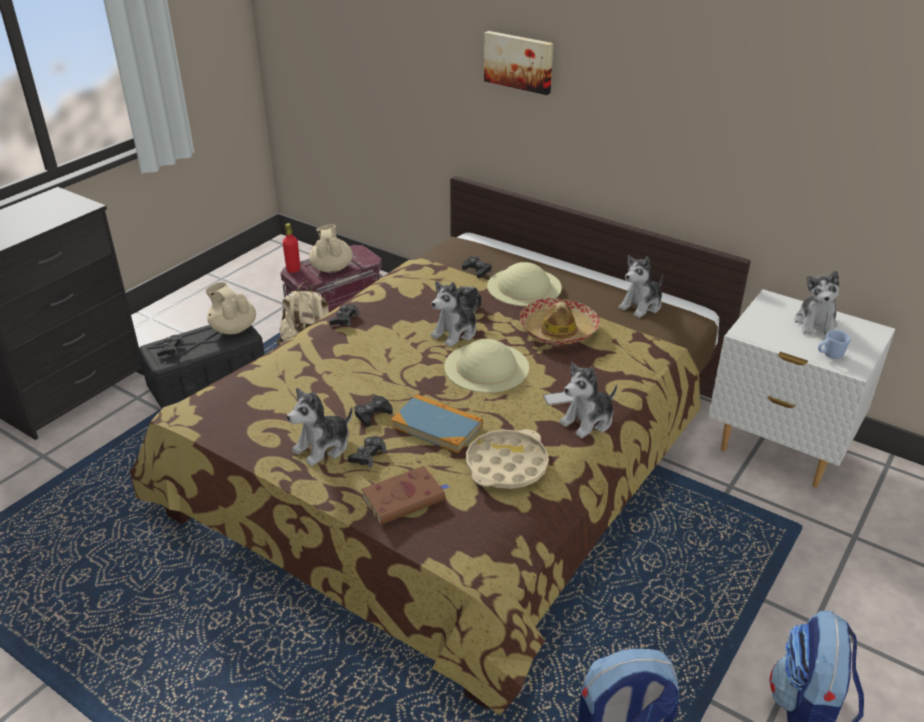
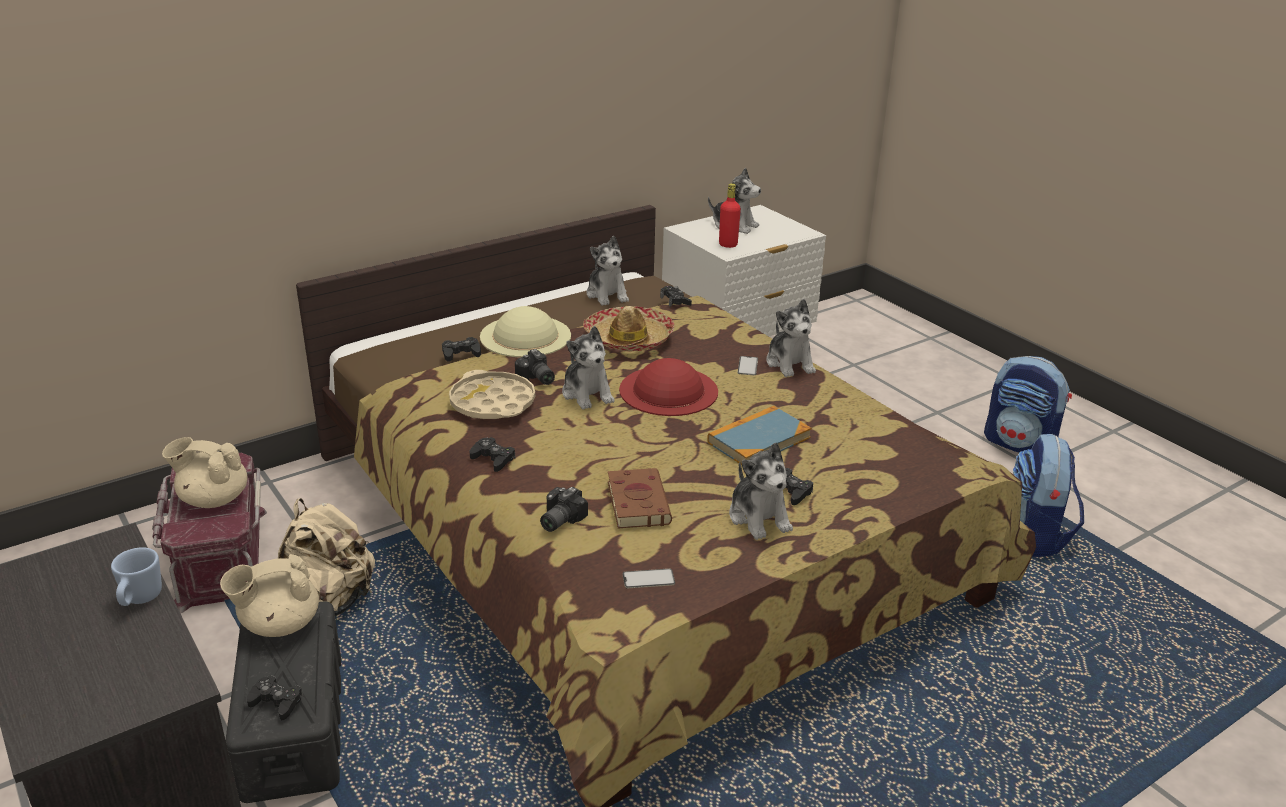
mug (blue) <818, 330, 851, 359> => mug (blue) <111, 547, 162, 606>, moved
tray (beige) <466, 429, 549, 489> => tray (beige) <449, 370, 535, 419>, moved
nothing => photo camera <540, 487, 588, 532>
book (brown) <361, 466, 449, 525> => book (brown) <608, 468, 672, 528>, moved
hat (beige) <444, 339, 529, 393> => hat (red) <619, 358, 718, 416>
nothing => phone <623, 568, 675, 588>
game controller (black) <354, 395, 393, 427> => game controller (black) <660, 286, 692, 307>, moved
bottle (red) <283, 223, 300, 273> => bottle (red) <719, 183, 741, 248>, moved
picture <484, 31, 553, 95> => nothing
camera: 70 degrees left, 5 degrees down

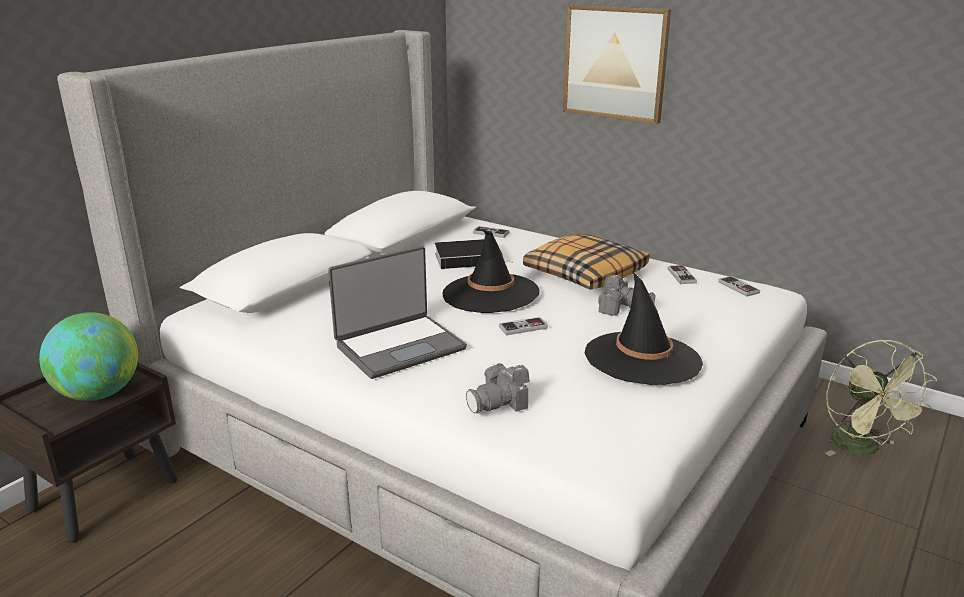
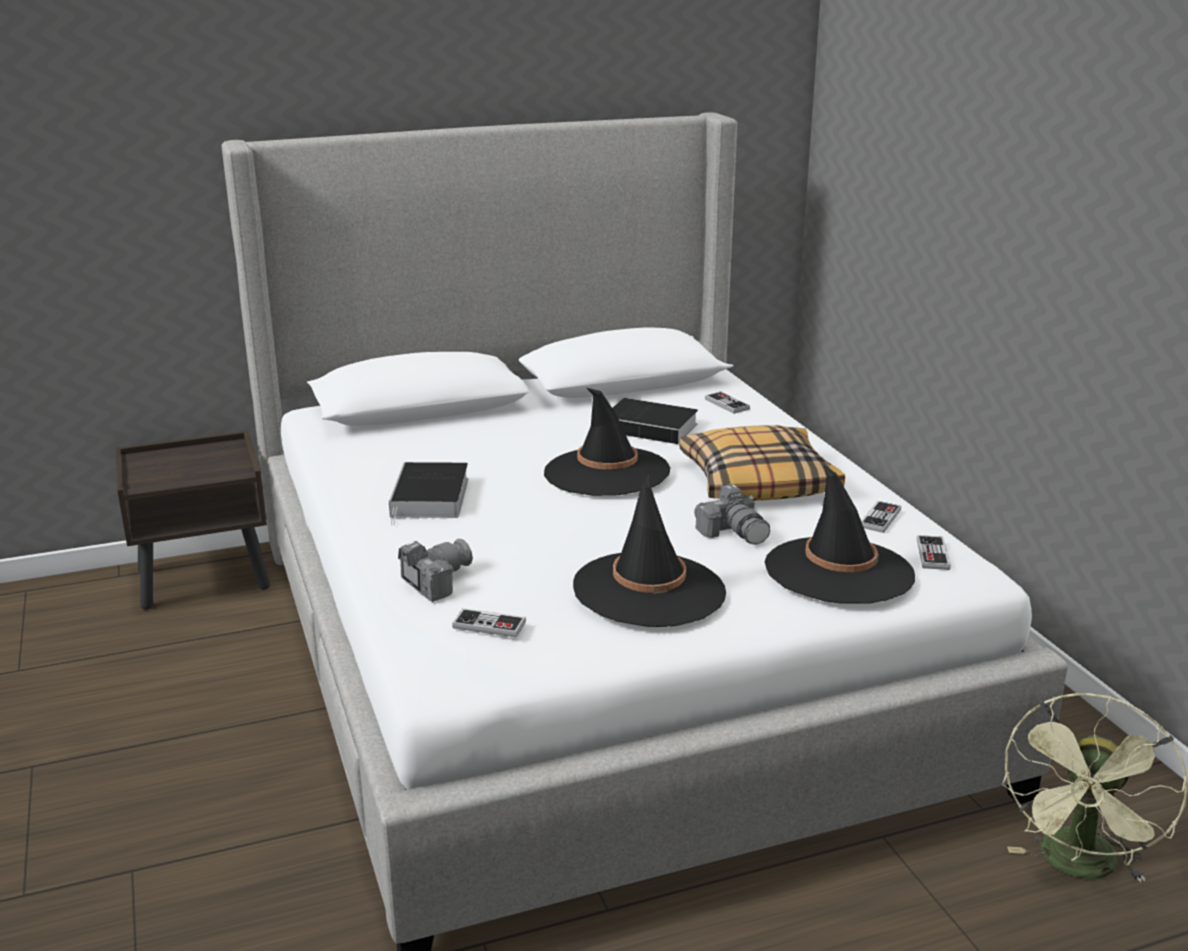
laptop <328, 246, 467, 379> => book <389, 462, 469, 525>
photo camera <466, 363, 530, 414> => photo camera <398, 539, 473, 602>, 135 degrees clockwise
game controller <499, 317, 548, 336> => game controller <452, 608, 526, 638>, moved
nothing => hat (black) <765, 463, 915, 603>
globe <39, 312, 138, 401> => nothing
picture <563, 4, 671, 124> => nothing
camera: 35 degrees right, 0 degrees up

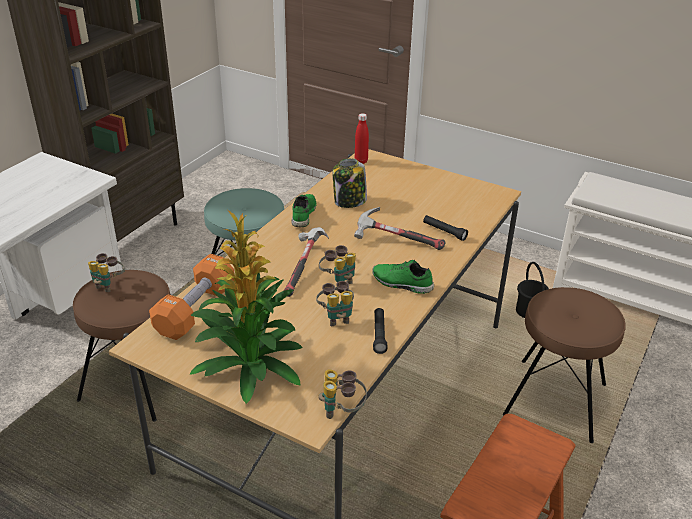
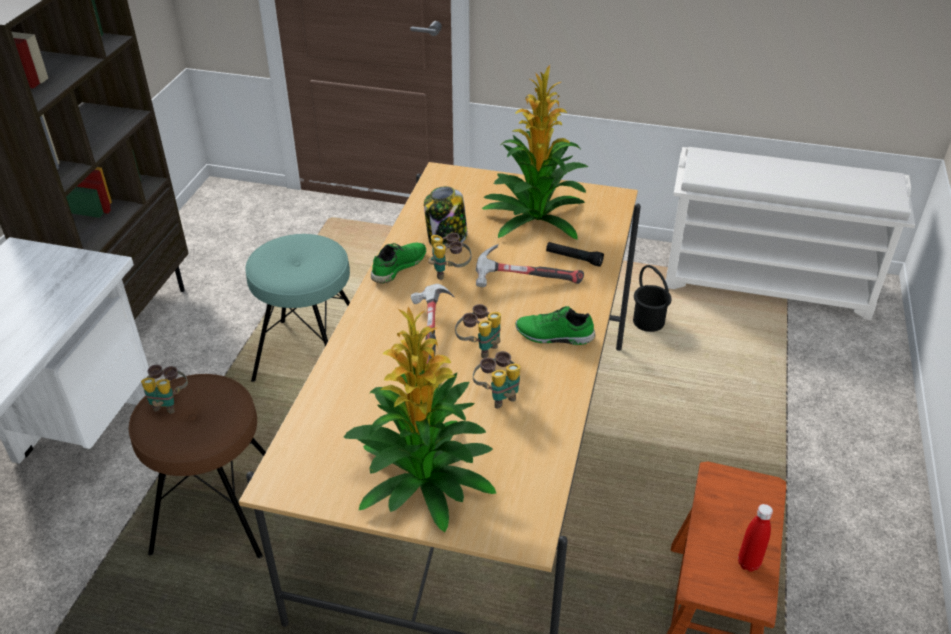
shoe (green) <291, 194, 316, 227> => shoe (green) <371, 243, 426, 284>, 45 degrees clockwise
binoculars <318, 369, 367, 419> => binoculars <428, 233, 471, 280>, moved
nothing => potted plant <482, 65, 588, 240>
bottle (red) <355, 113, 369, 164> => bottle (red) <738, 504, 773, 572>, moved
dumbbell (orange) <149, 254, 234, 340> => nothing
flashlight (black) <373, 308, 388, 354> => nothing
stool (brown) <503, 287, 626, 443> => nothing
camera: 15 degrees left, 5 degrees up

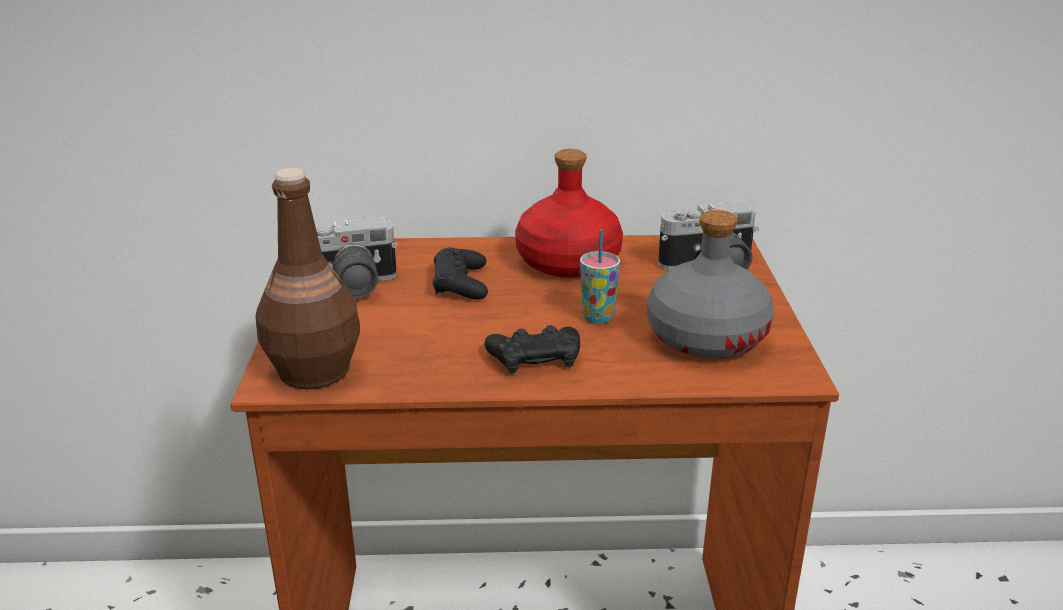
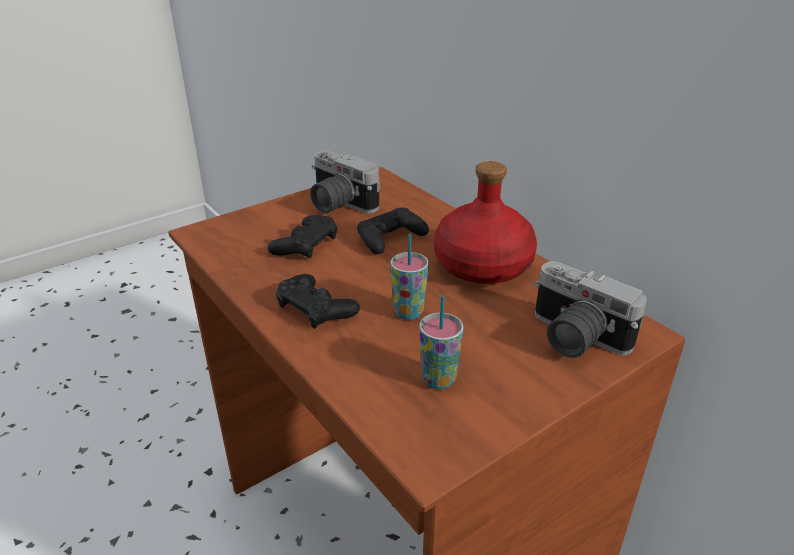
nothing => game controller (black) <268, 215, 337, 259>
bottle (grey) <647, 210, 774, 359> => cup <419, 295, 464, 390>
bottle (brown) <255, 168, 360, 390> => nothing
camera: 55 degrees right, 5 degrees up

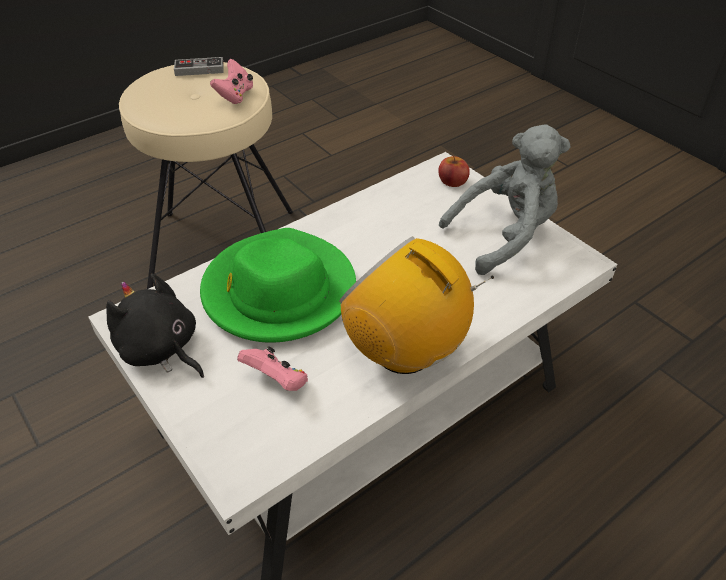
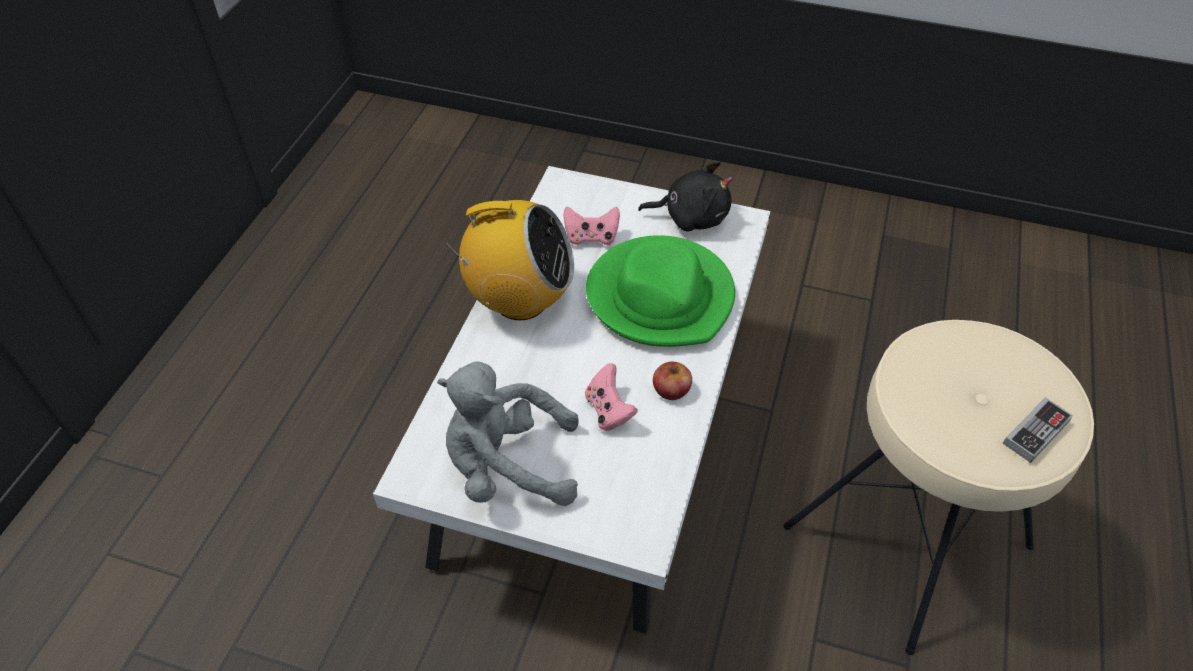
plush toy (grey) <439, 124, 571, 275> => plush toy (grey) <437, 361, 579, 506>, 60 degrees clockwise
game controller (pink) <210, 59, 253, 104> => game controller (pink) <585, 363, 638, 431>, moved
apple <438, 156, 470, 187> => apple <653, 362, 692, 400>, moved
camera: 145 degrees right, 5 degrees up

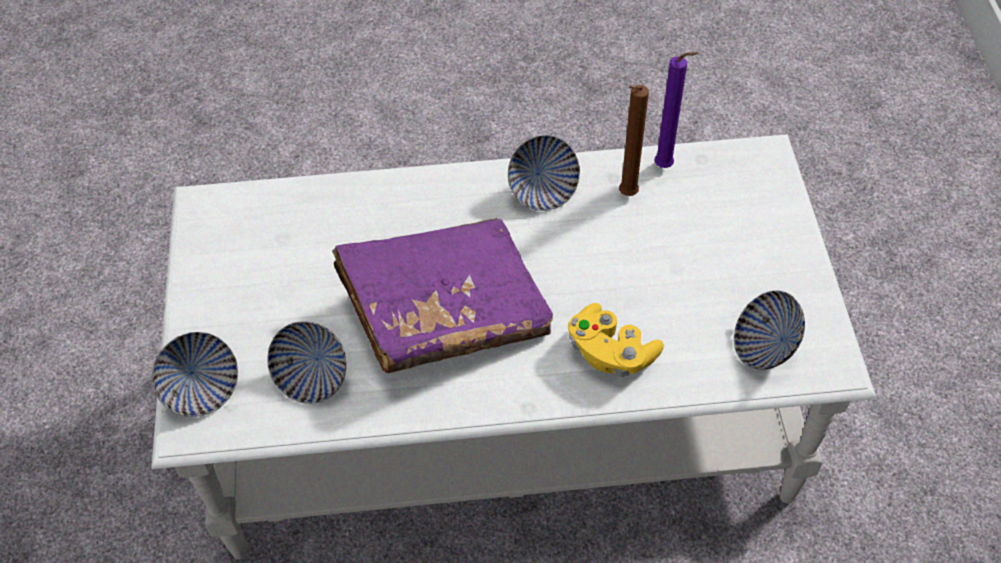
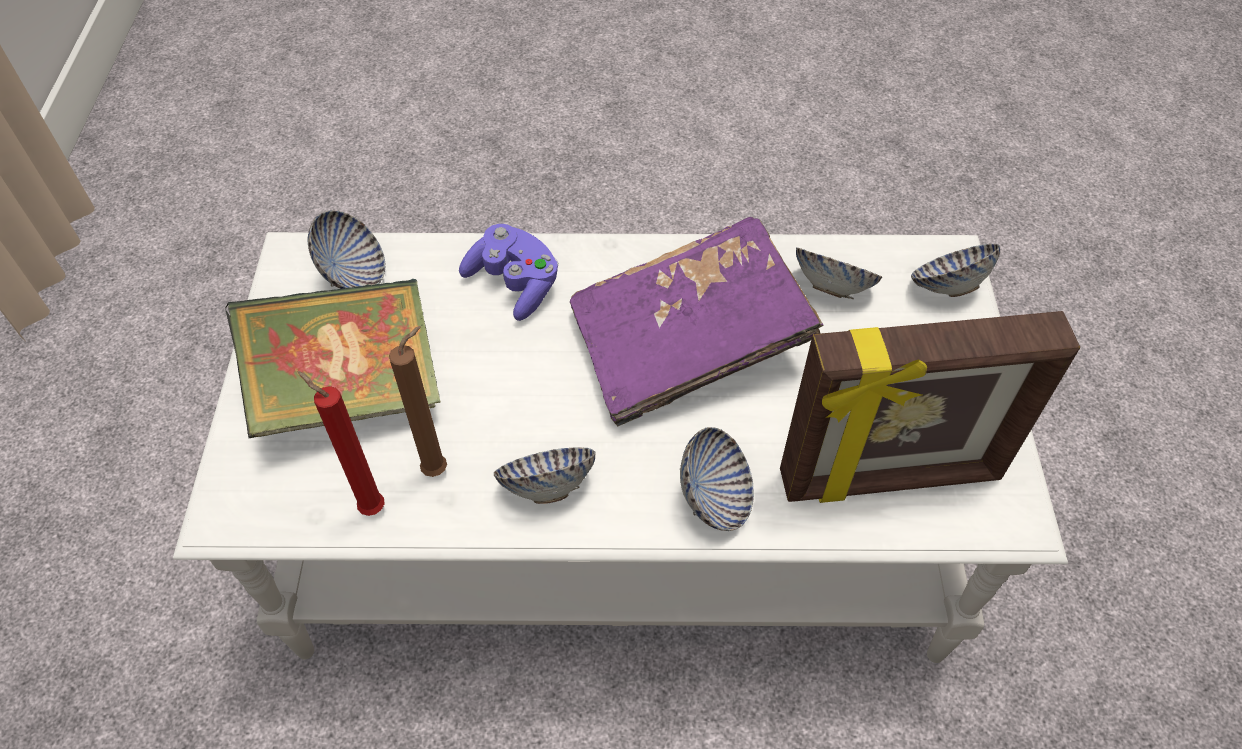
nothing => book <225, 279, 441, 438>
candle (purple) <654, 52, 699, 168> => candle (red) <297, 371, 385, 516>
game controller (yellow) <568, 303, 664, 377> => game controller (purple) <459, 224, 558, 321>
nothing => bowl <680, 427, 754, 531>
nothing => picture frame <780, 311, 1080, 503>
camera: 175 degrees left, 0 degrees up

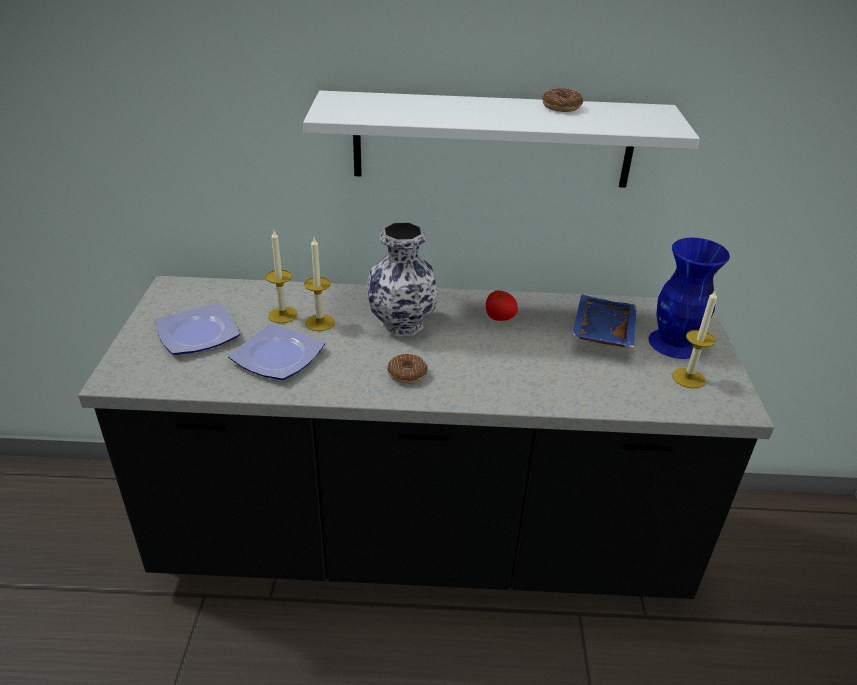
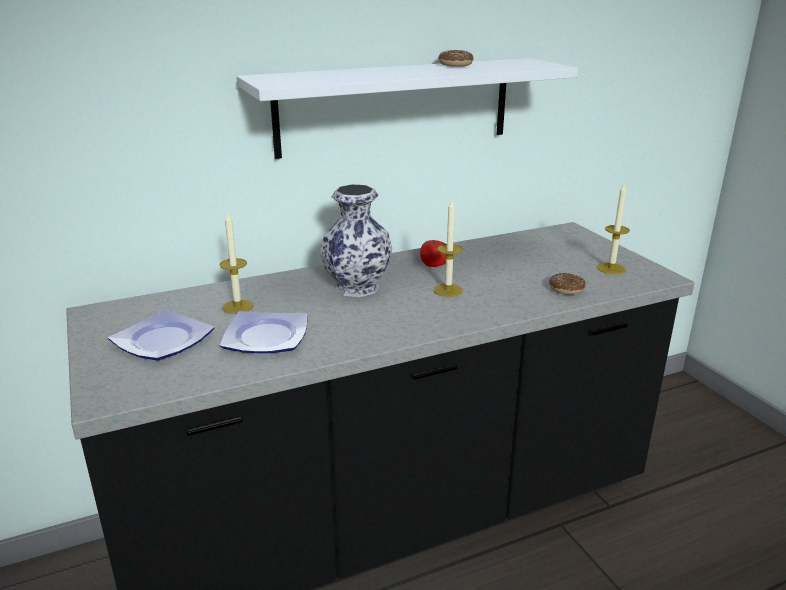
candle <304, 238, 335, 331> => candle <434, 201, 463, 297>, moved
donut <387, 354, 428, 384> => donut <549, 273, 586, 295>, moved
tray (blue) <572, 294, 636, 347> => nothing
vase (blue) <648, 238, 730, 359> => nothing
camera: 25 degrees left, 10 degrees down

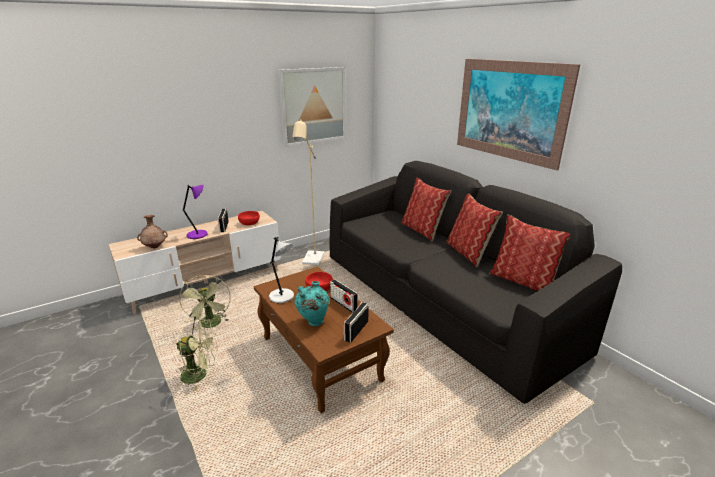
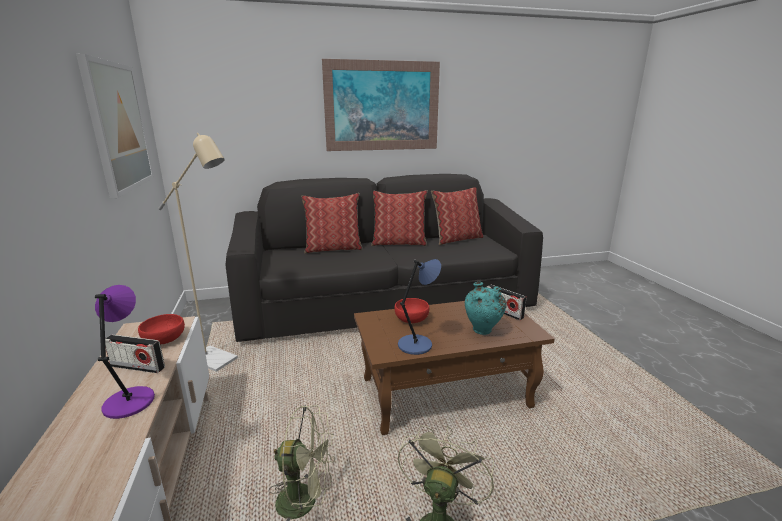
table lamp (grey) <269, 237, 294, 303> => table lamp (blue) <398, 259, 441, 355>
vase (brown) <137, 215, 168, 248> => nothing
radio <330, 279, 358, 313> => nothing
camera: 70 degrees left, 5 degrees down

